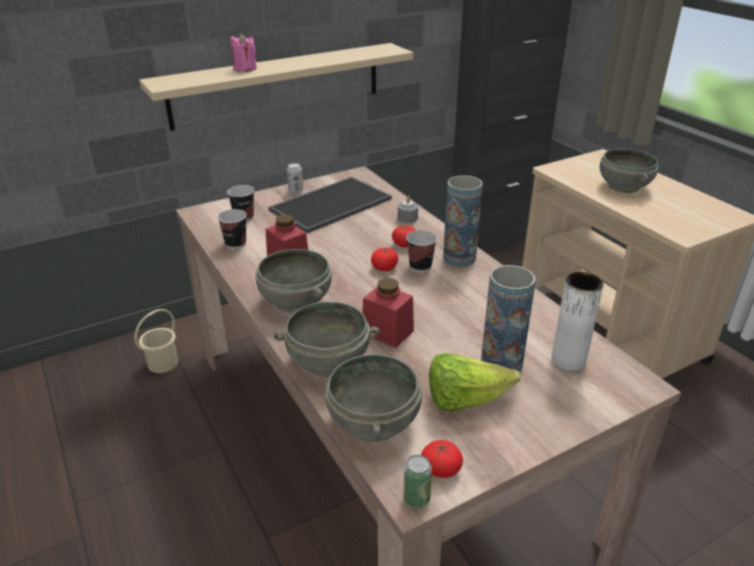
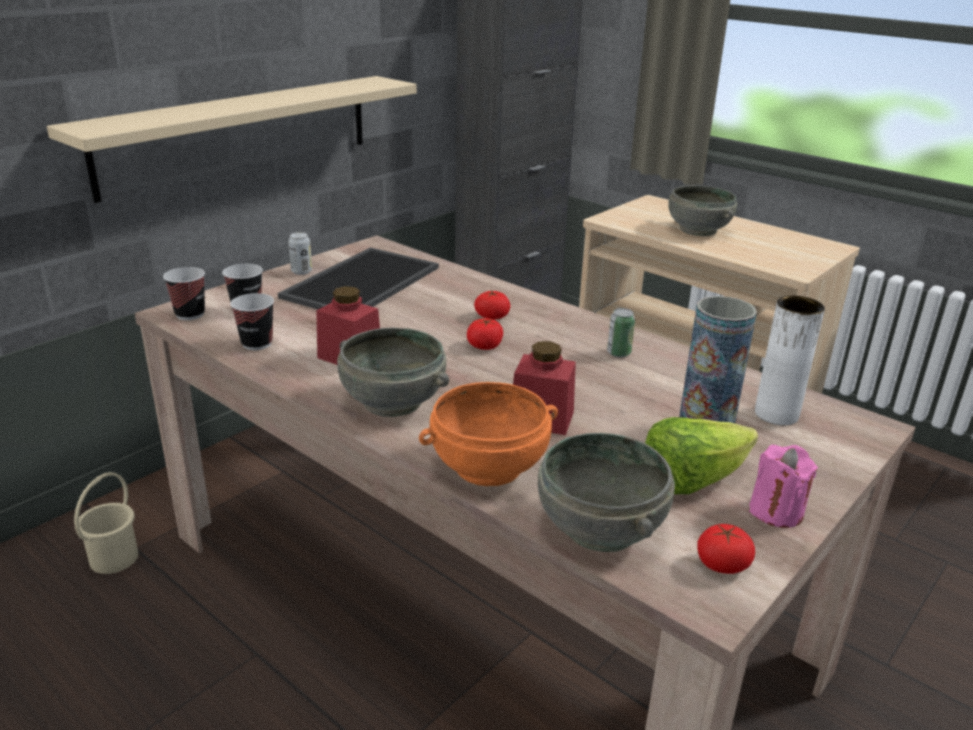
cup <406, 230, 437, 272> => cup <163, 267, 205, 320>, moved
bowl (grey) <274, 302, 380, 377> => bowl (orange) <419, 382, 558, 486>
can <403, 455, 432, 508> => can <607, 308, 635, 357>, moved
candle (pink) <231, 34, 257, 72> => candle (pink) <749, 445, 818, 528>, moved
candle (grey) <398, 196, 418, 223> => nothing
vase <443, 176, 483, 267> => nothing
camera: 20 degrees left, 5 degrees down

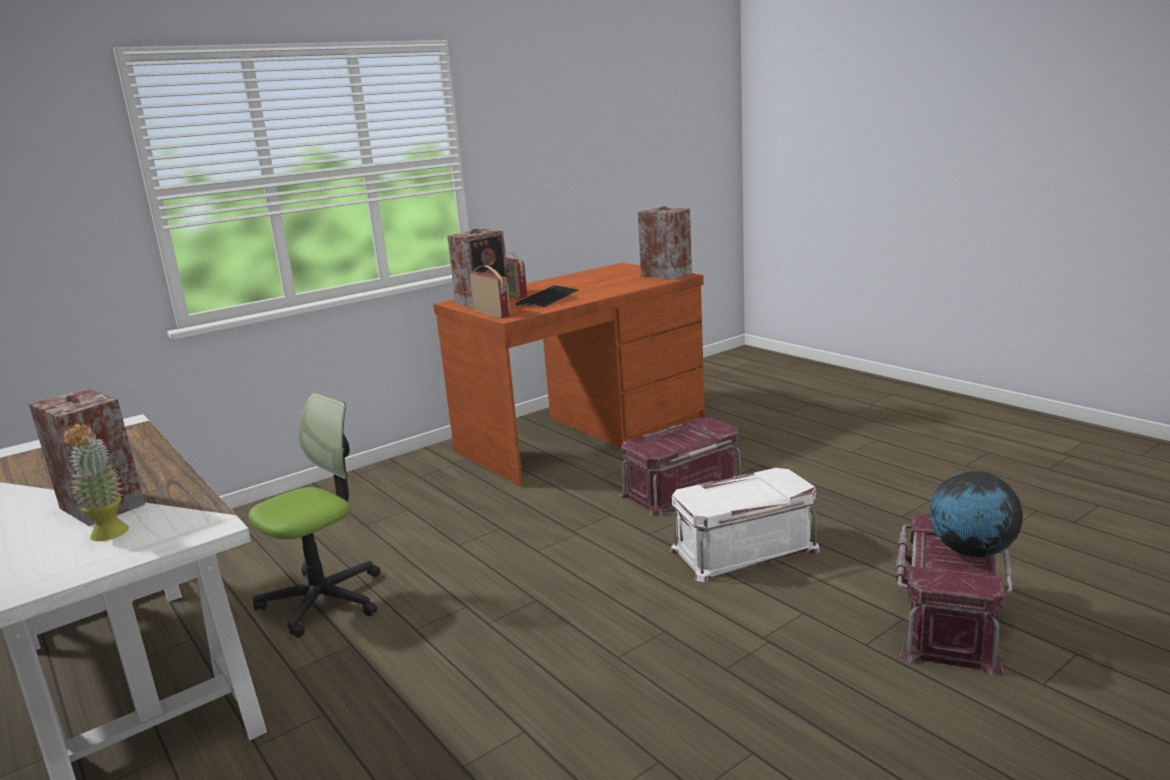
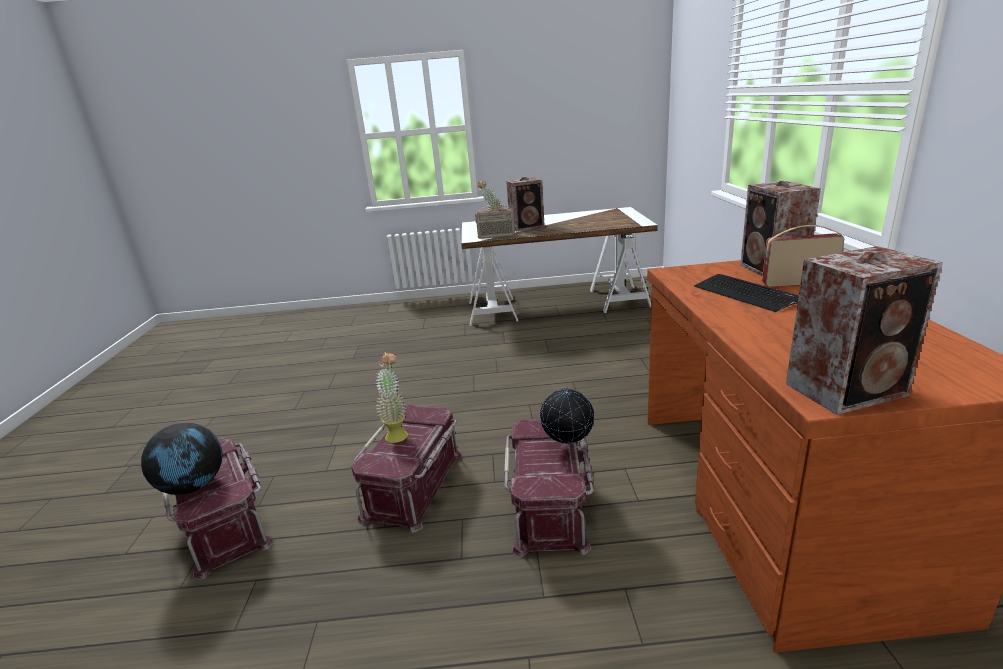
storage box (white) <670, 468, 821, 582> => storage box (red) <351, 405, 462, 533>
nothing => potted plant <375, 353, 408, 443>
radio <469, 265, 510, 318> => radio <475, 204, 515, 239>, moved
nothing => globe <540, 386, 595, 445>
office chair <248, 393, 380, 638> => nothing
camera: 125 degrees right, 5 degrees up

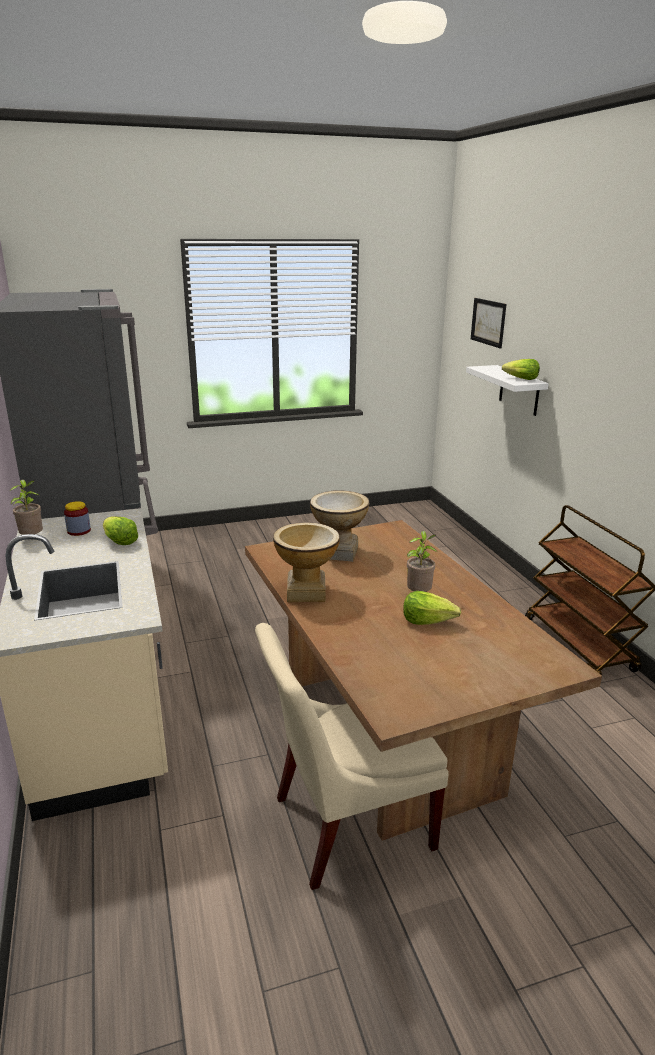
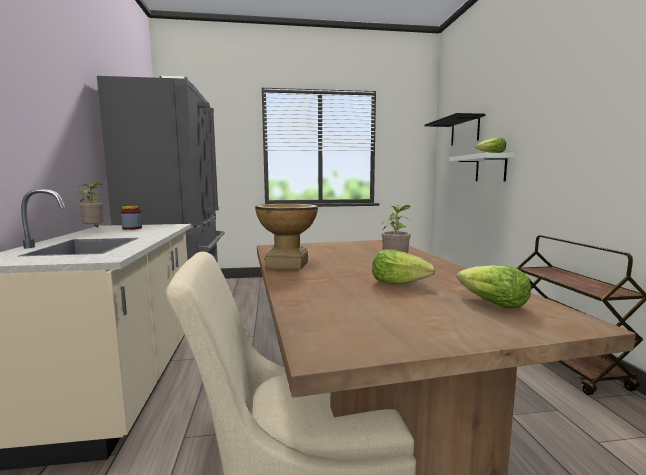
picture <471, 298, 506, 348> => shelf (black) <425, 113, 486, 146>
lettuce <103, 516, 138, 545> => lettuce <457, 265, 531, 308>, moved
vase <310, 490, 369, 562> => nothing
camera: 10 degrees right, 15 degrees down

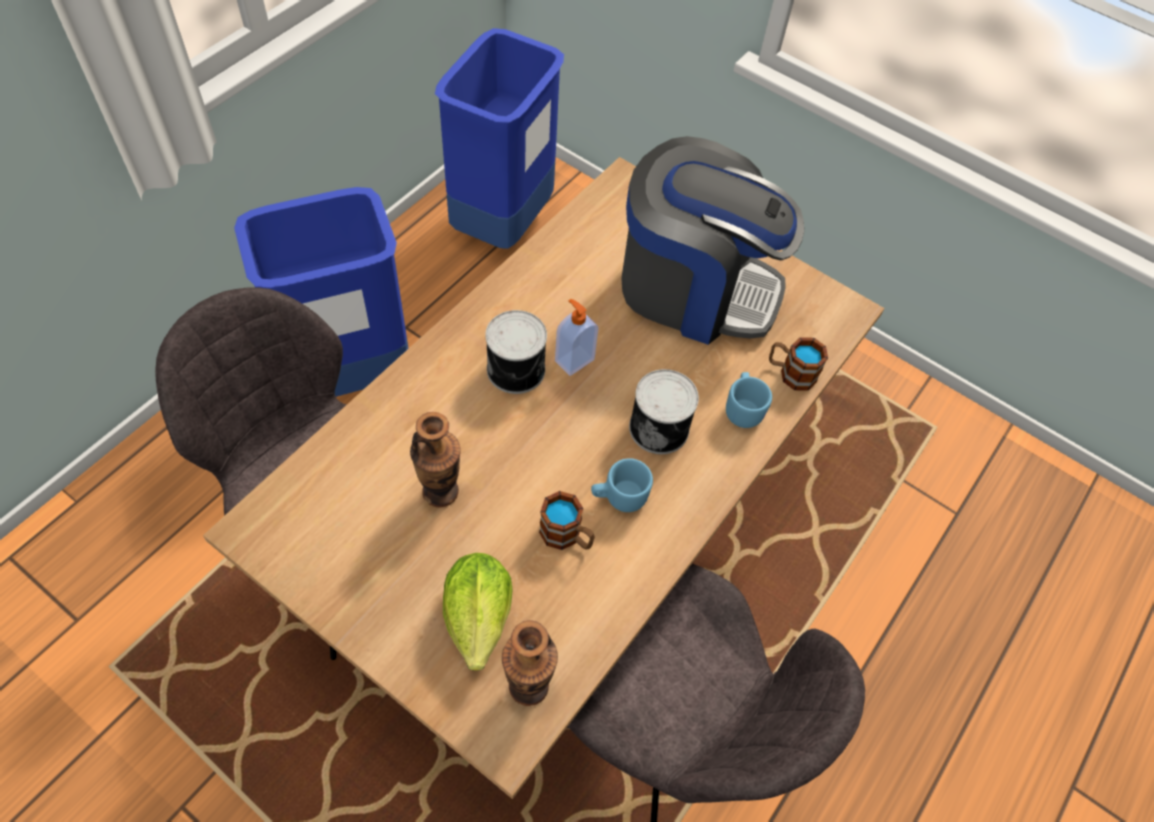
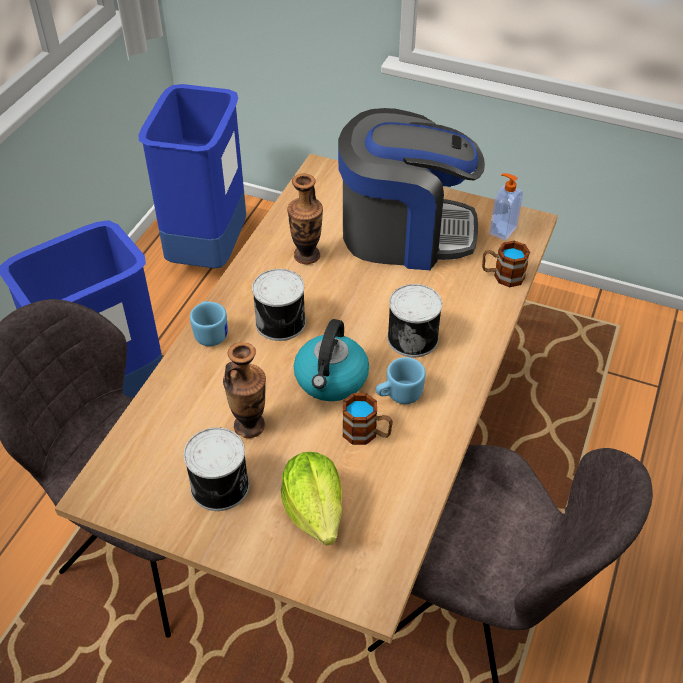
nothing => can <184, 427, 249, 511>
mug (blue) <726, 372, 772, 428> => mug (blue) <190, 301, 228, 346>, moved
vase <502, 620, 558, 706> => vase <287, 174, 323, 264>, moved
nothing => kettle <294, 319, 369, 401>
soap dispenser <555, 299, 598, 376> => soap dispenser <489, 173, 523, 241>, moved
camera: 10 degrees left, 10 degrees down

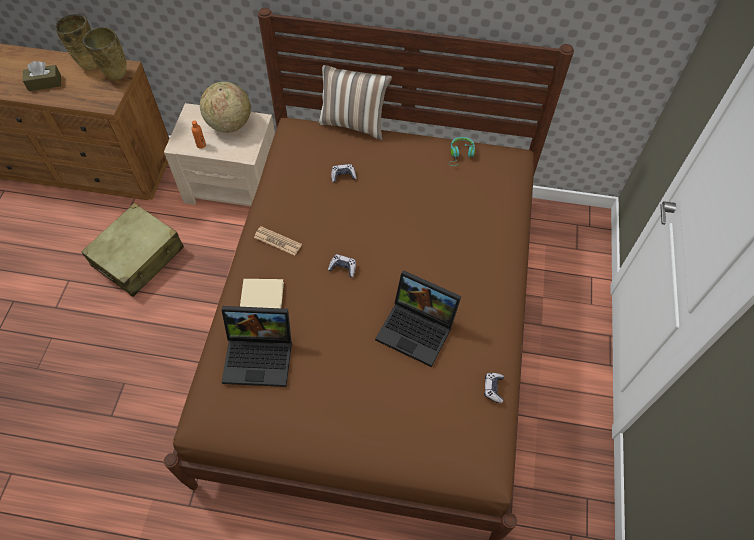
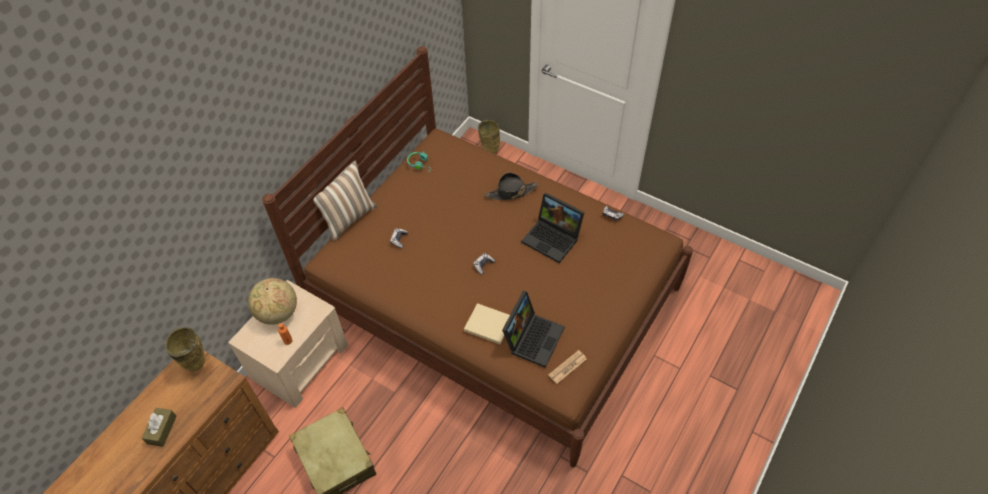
vase (beige) <56, 14, 97, 71> => vase (beige) <478, 120, 500, 154>, moved
nothing => hat (black) <484, 173, 538, 200>
laptop <375, 270, 461, 367> => laptop <521, 192, 585, 263>, 75 degrees clockwise
newspaper <254, 226, 302, 256> => newspaper <548, 350, 587, 384>, moved
camera: 65 degrees left, 5 degrees down

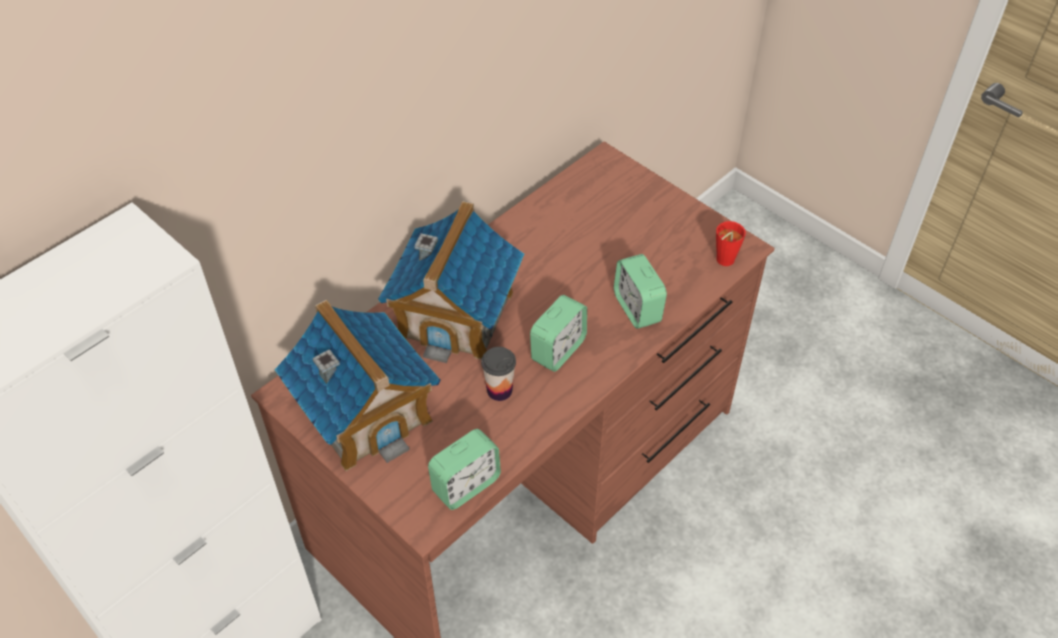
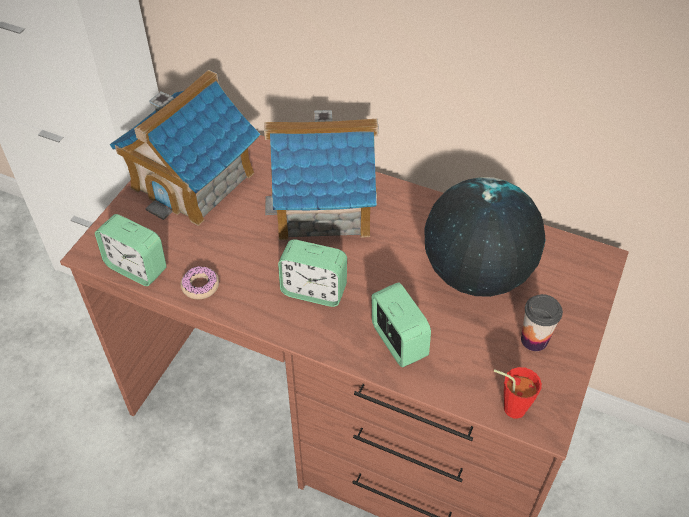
nothing => donut <181, 266, 219, 299>
alarm clock <614, 254, 667, 329> => alarm clock <372, 282, 431, 367>, 105 degrees clockwise
nothing => globe <425, 177, 545, 297>
cup <481, 347, 516, 401> => cup <521, 294, 563, 351>, moved
camera: 70 degrees right, 0 degrees up

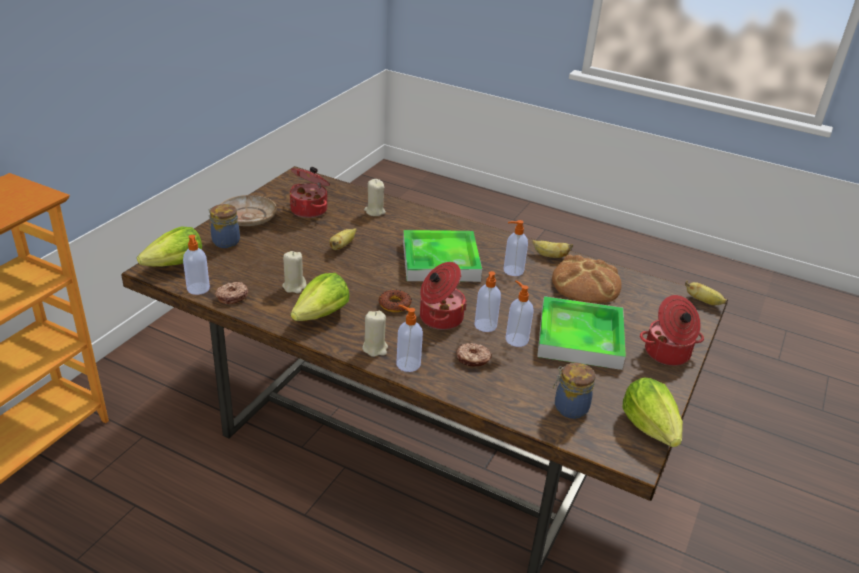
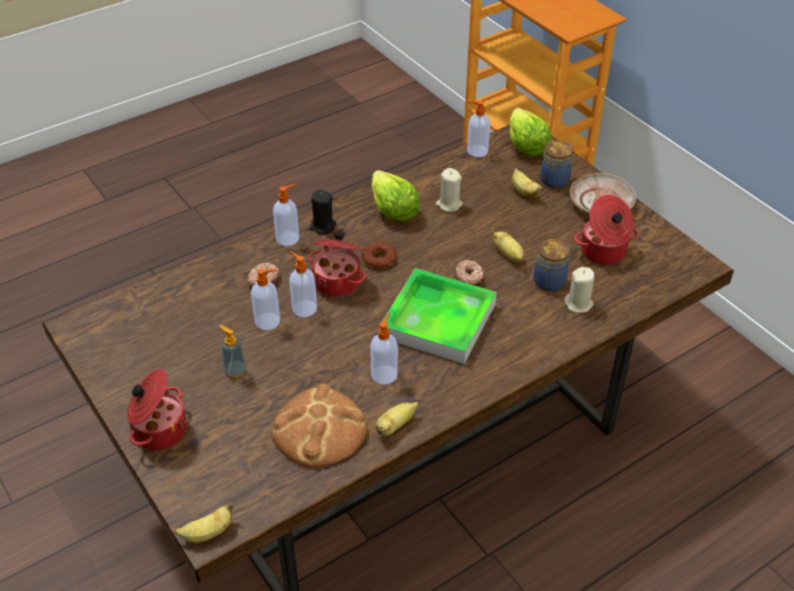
tray <537, 296, 626, 370> => soap dispenser <220, 325, 246, 378>
candle (beige) <362, 311, 388, 357> => candle (black) <309, 190, 336, 234>
donut <215, 282, 248, 304> => donut <455, 260, 484, 286>, moved
nothing => banana <512, 168, 543, 198>
jar <553, 362, 595, 419> => jar <533, 239, 571, 291>, moved
lettuce <622, 377, 683, 447> => nothing
camera: 120 degrees right, 10 degrees up

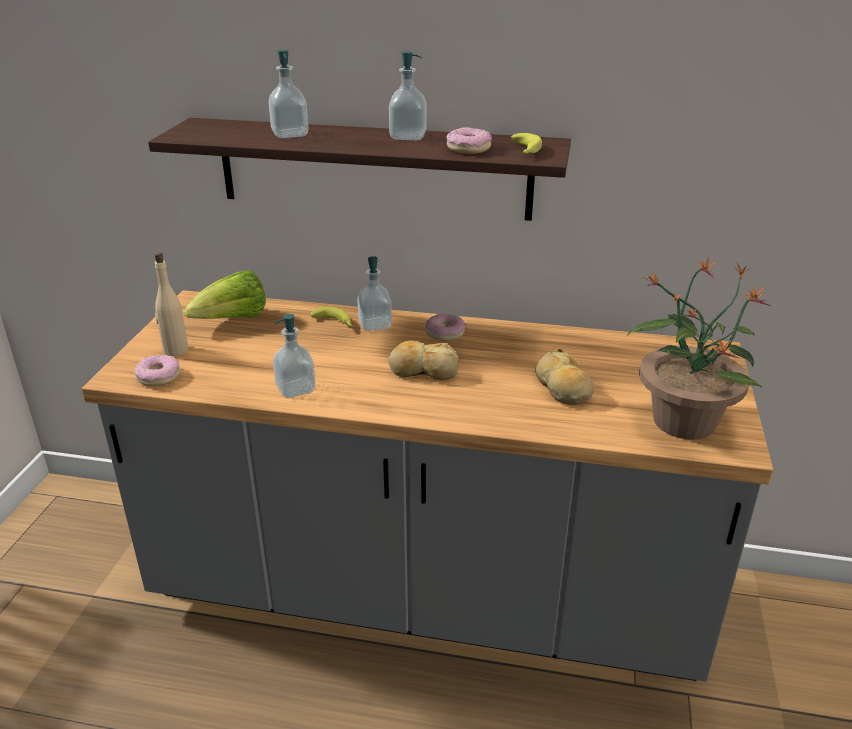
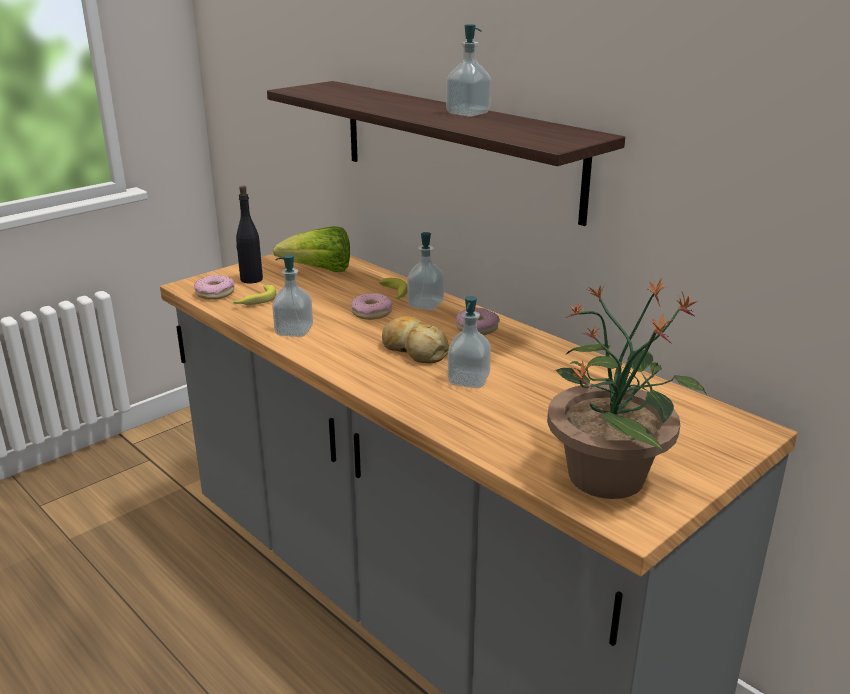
banana <511, 133, 542, 154> => banana <232, 285, 277, 305>, moved
bottle (beige) <155, 252, 188, 356> => bottle (black) <236, 186, 263, 284>
donut <446, 127, 492, 154> => donut <351, 293, 393, 320>, moved
soap dispenser <269, 49, 308, 138> => soap dispenser <448, 296, 491, 388>, moved
bread <535, 349, 594, 405> => nothing
camera: 35 degrees right, 5 degrees down

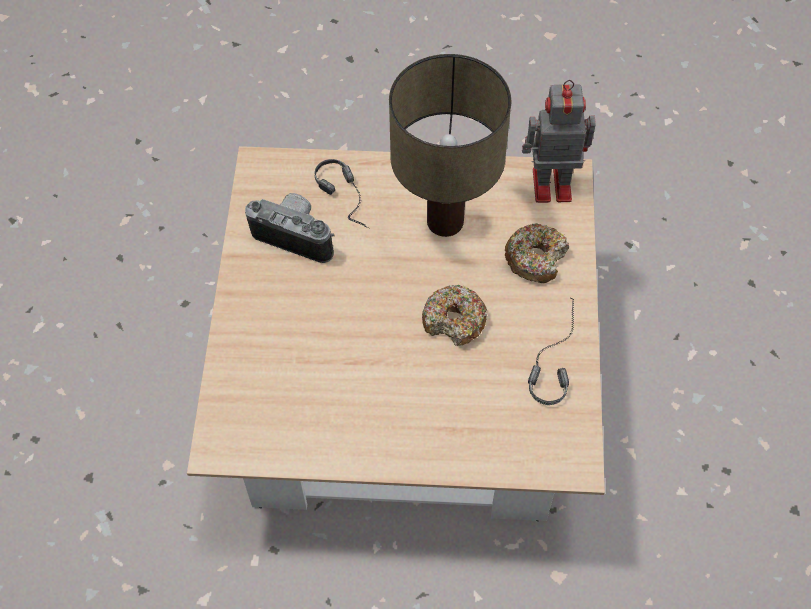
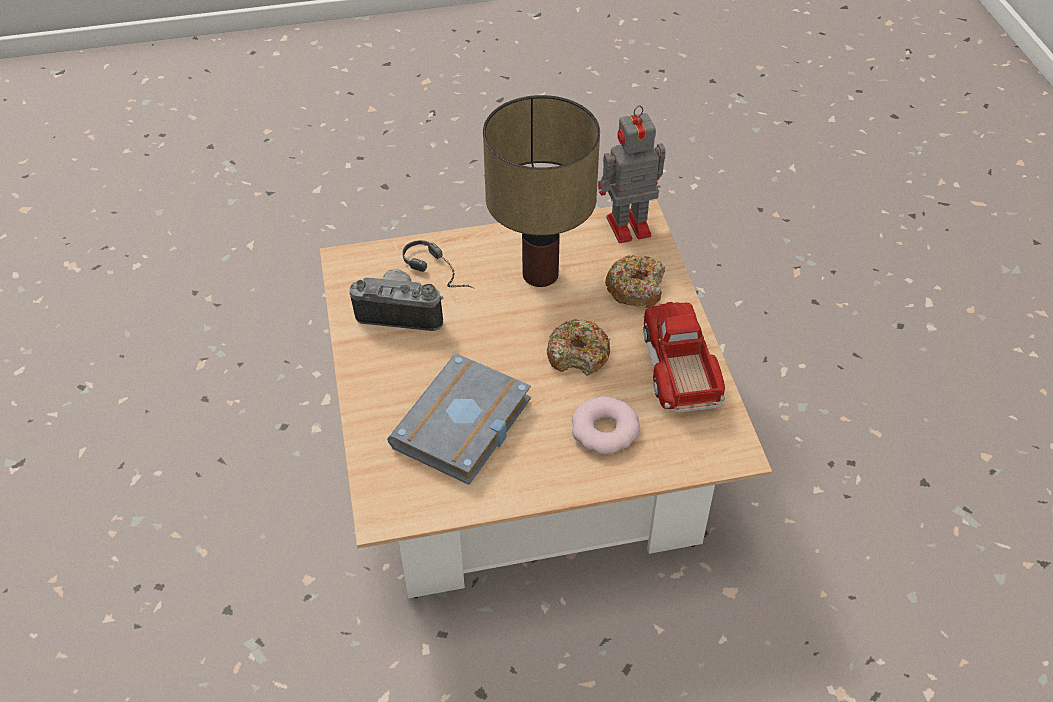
nothing => book (grey) <387, 353, 531, 485>
nothing => donut <572, 396, 640, 455>
headphones <528, 297, 574, 405> => toy truck <643, 302, 725, 413>
camera: 15 degrees left, 10 degrees down

